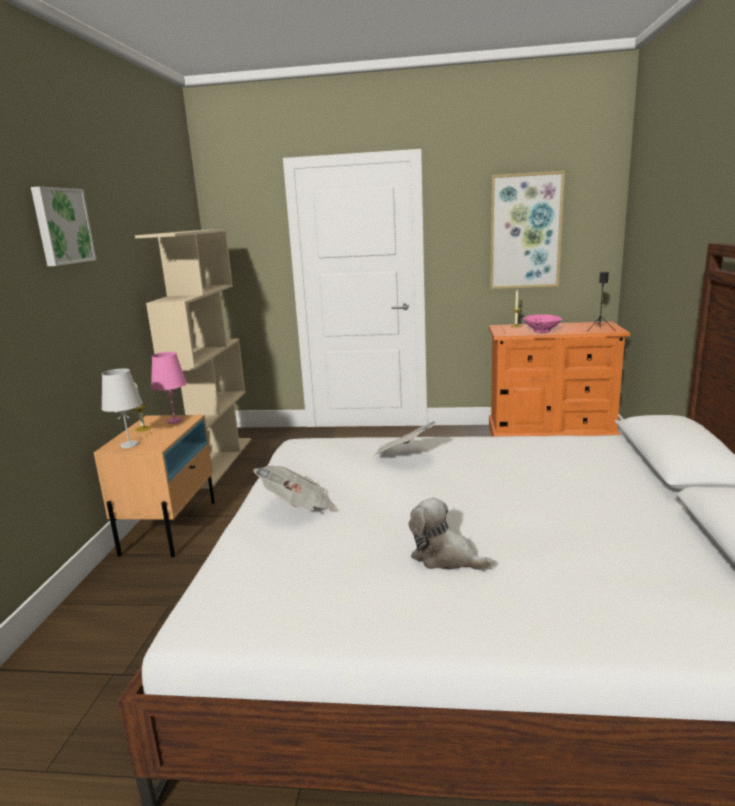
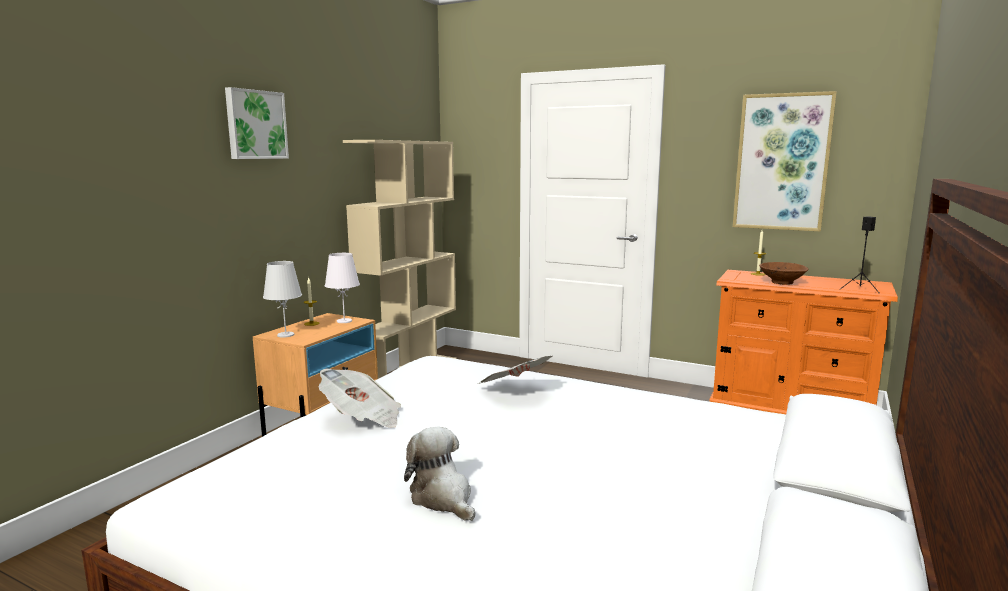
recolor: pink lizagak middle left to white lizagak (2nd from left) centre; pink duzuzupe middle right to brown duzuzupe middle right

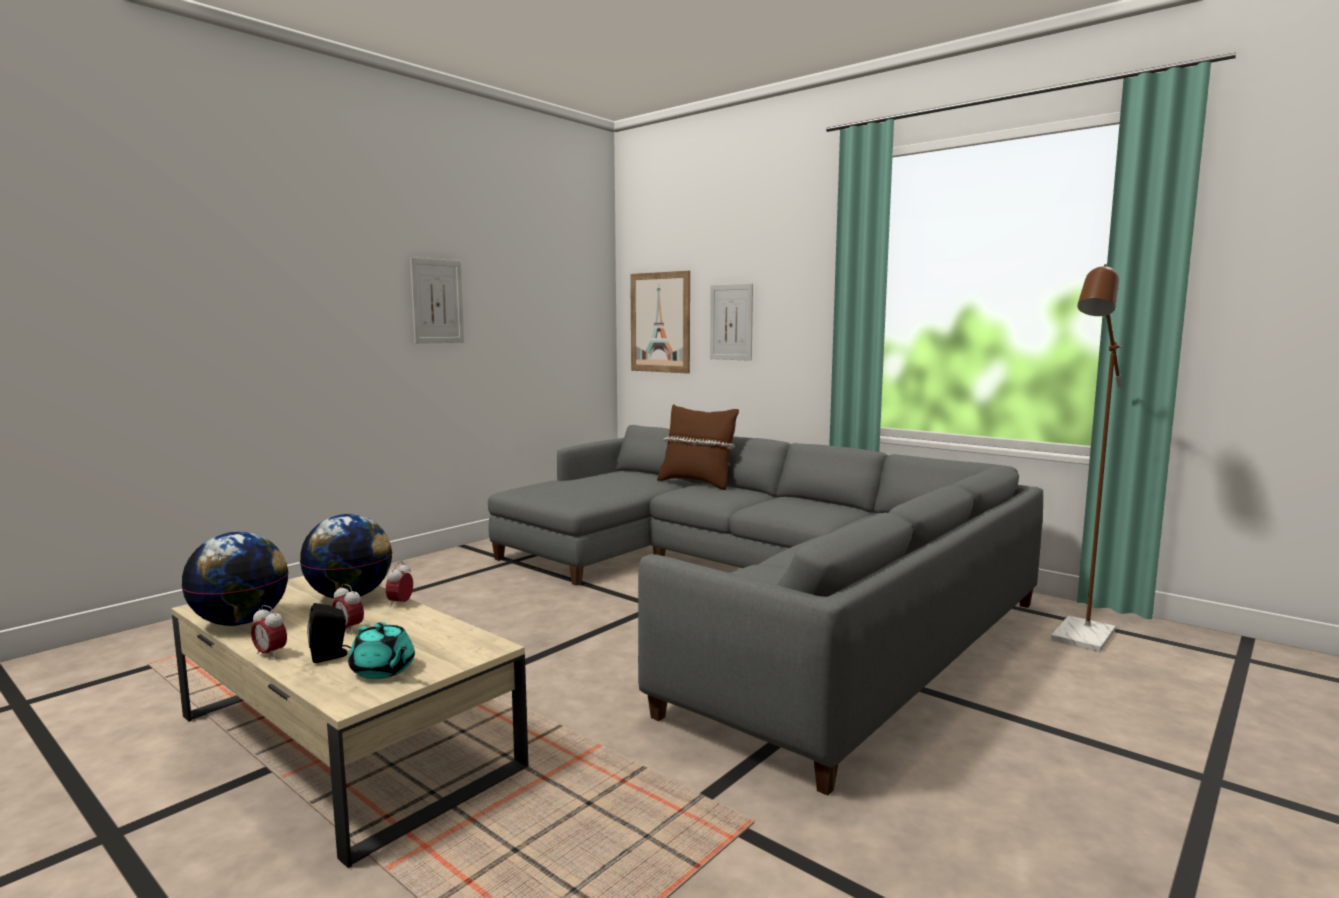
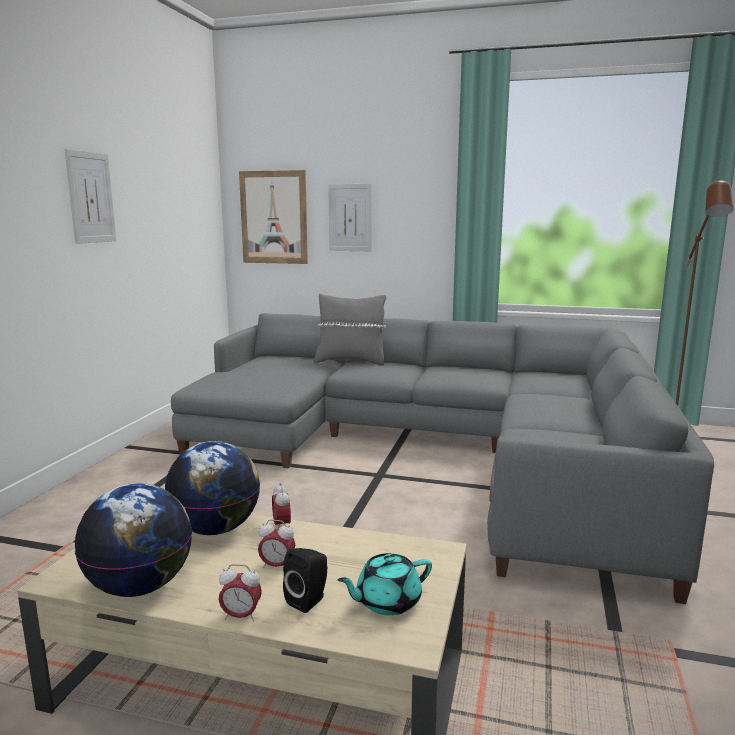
recolor: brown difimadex centre to grey difimadex centre
rotate: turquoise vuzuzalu bottom left = bottom centre 135 degrees clockwise

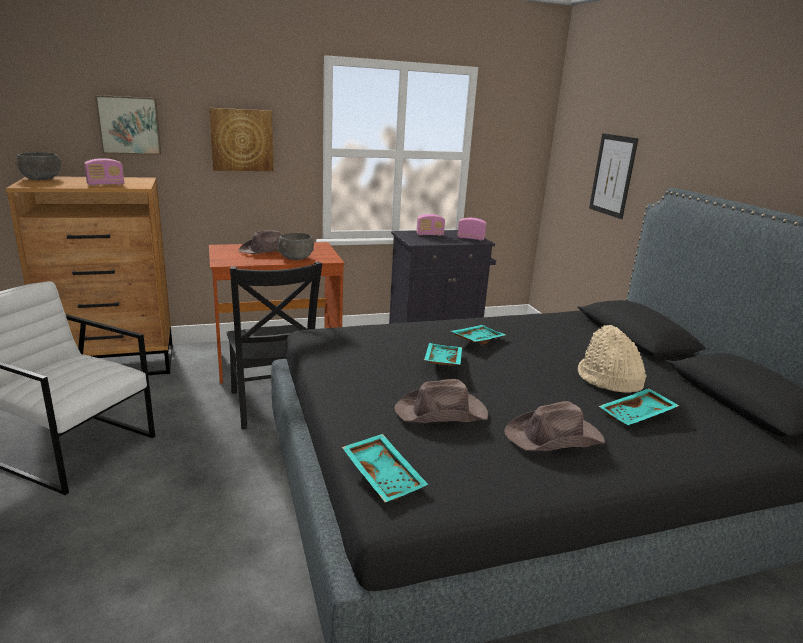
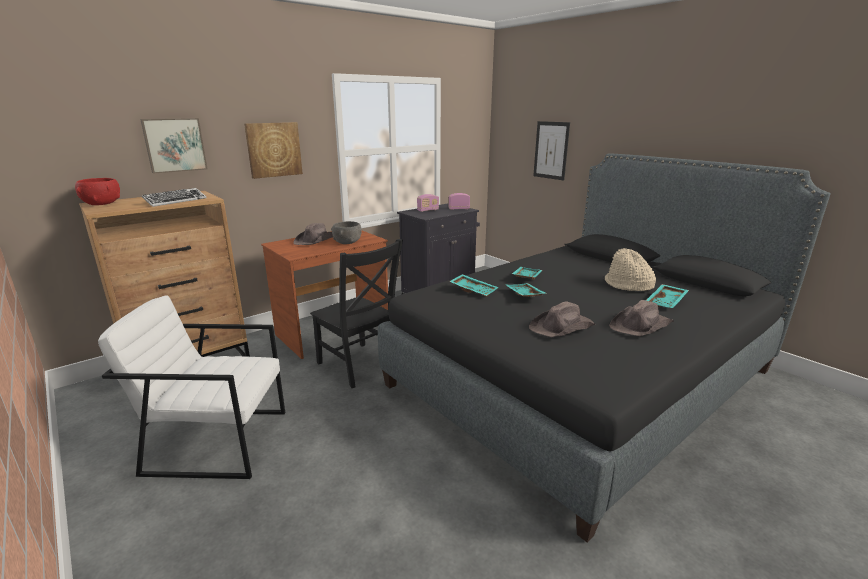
move: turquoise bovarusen (1st from left) bottom centre to centre
replace: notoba (1st from left) top left to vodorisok middle left
recolor: grey duzuzupe (1st from left) top left to red duzuzupe top left

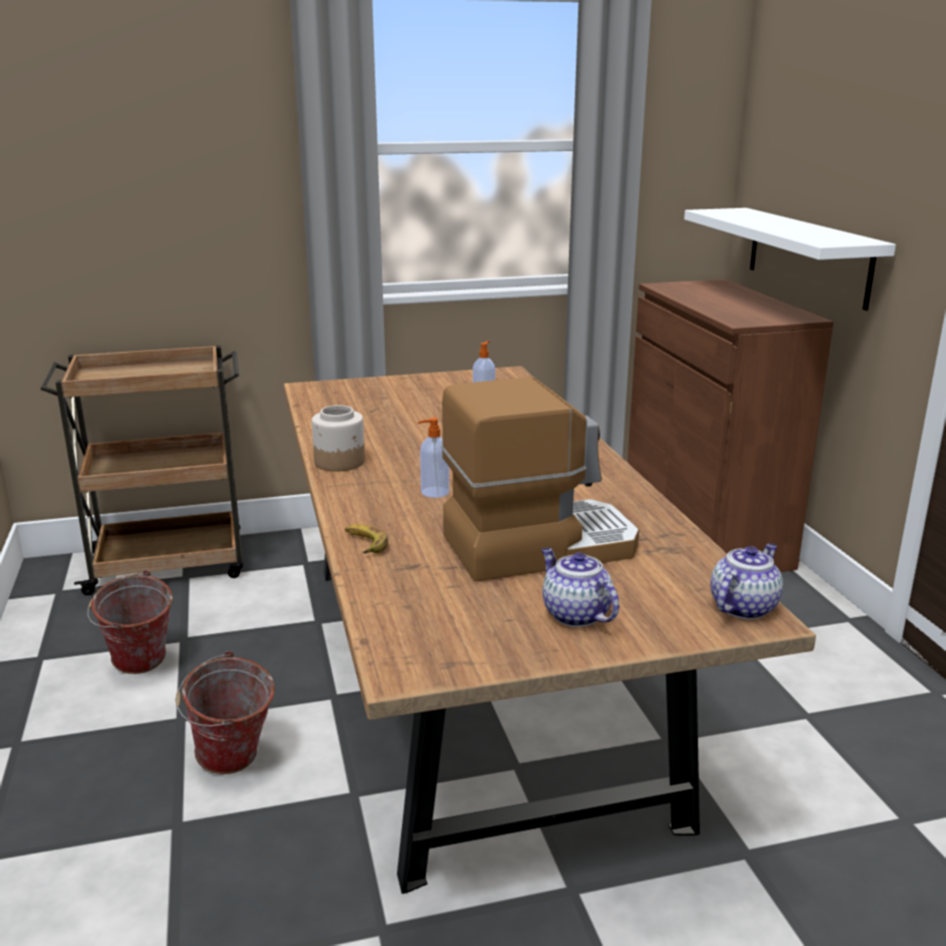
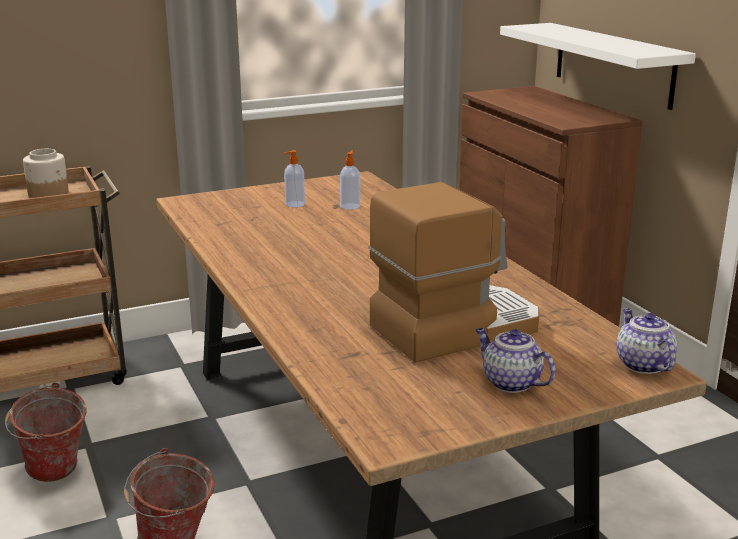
delete: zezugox centre
move: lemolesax centre to top left; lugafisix (1st from left) centre to top centre
rotate: vuzuzalu (2nd from left) middle right = middle right 45 degrees counterclockwise

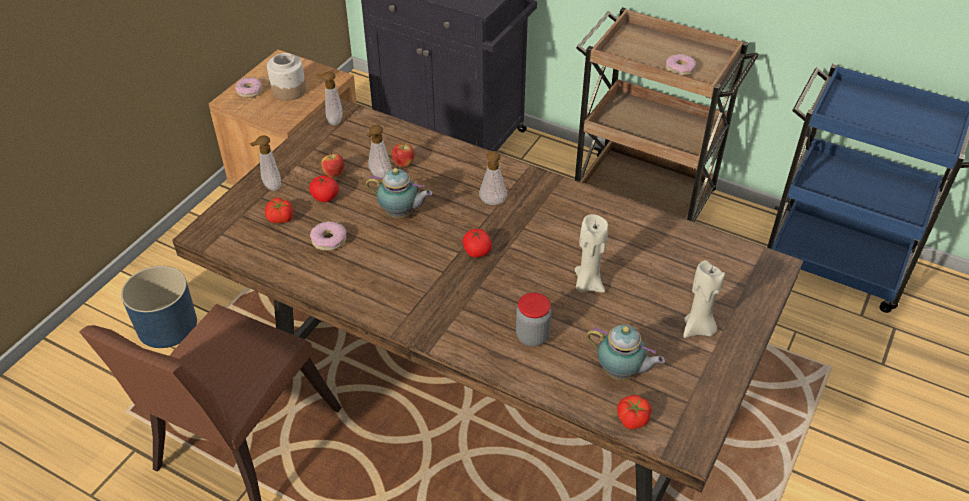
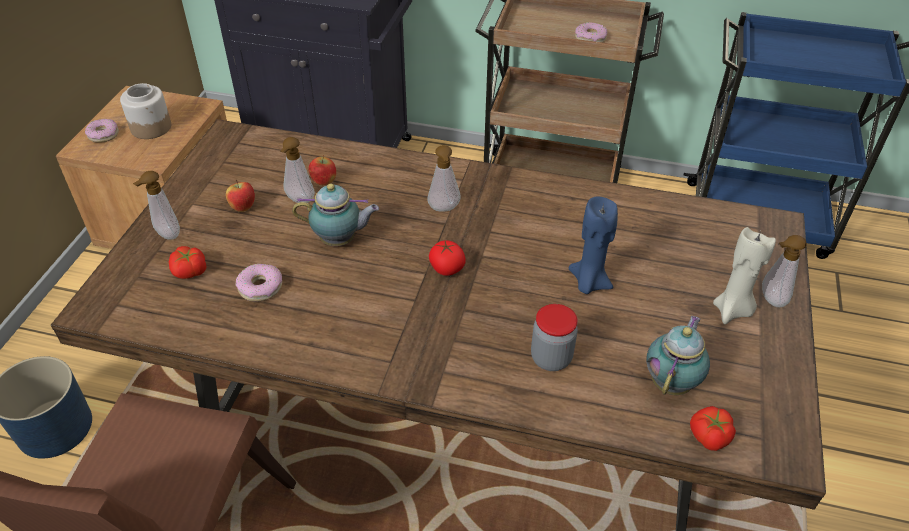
delete: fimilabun (2nd from left) centre
move: lugafisix (2nd from left in the first image) top centre to lugafisix (4th from left) middle right
recolor: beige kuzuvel (1st from left) centre to blue kuzuvel centre
rotate: vuzuzalu (2nd from left) bottom centre = bottom right 75 degrees counterclockwise

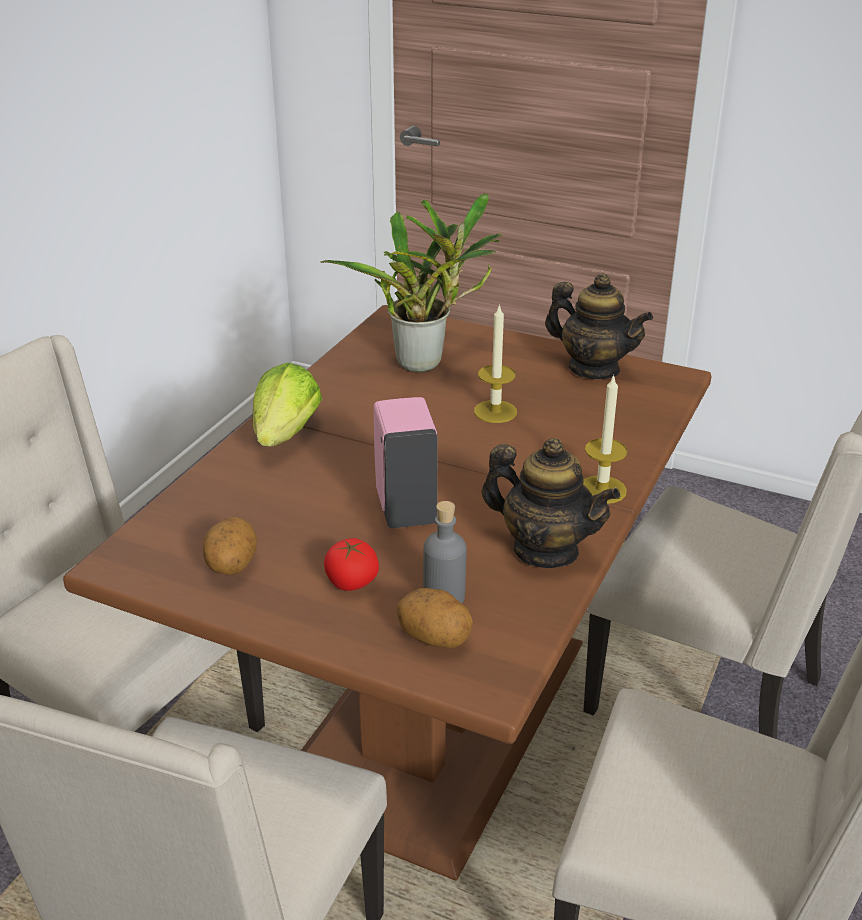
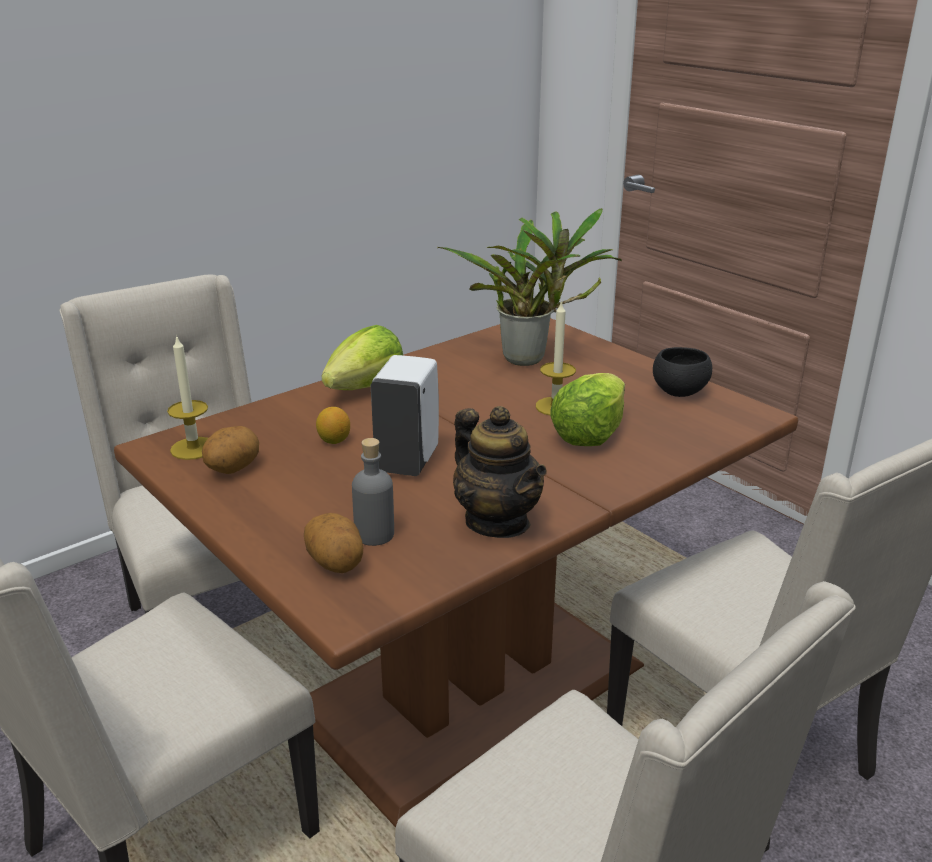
delete: fimilabun centre
insert: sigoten centre; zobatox (2nd from left) centre
move: kuzuvel (2nd from left in the first image) middle right to kuzuvel (1st from left) middle left
replace: vuzuzalu (2nd from left) middle right to black duzuzupe middle right
recolor: pink lugafisix centre to white lugafisix centre

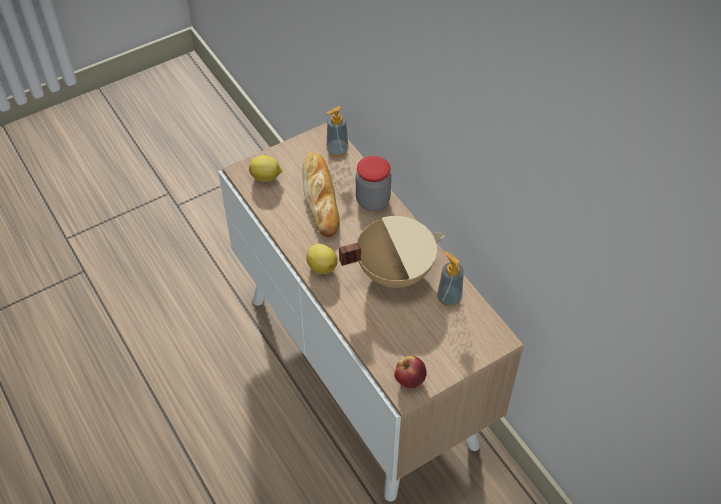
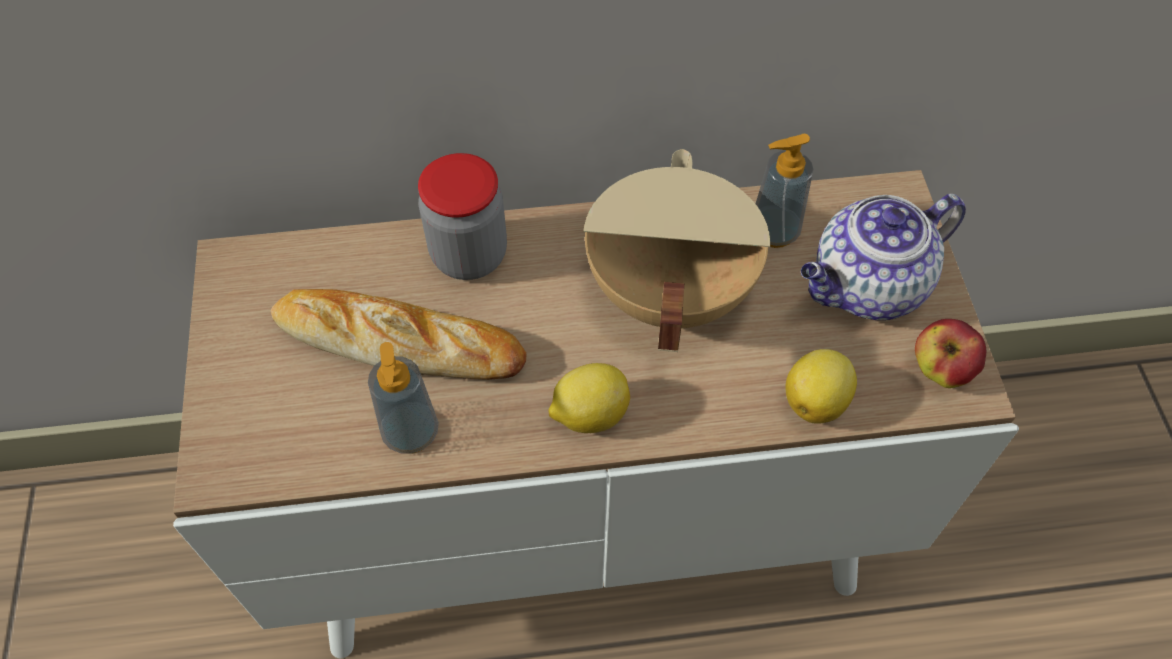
insert: vuzuzalu middle right
move: sigoten (1st from left in the first image) centre to sigoten (2nd from left) middle right; lugafisix (1st from left) top centre to centre

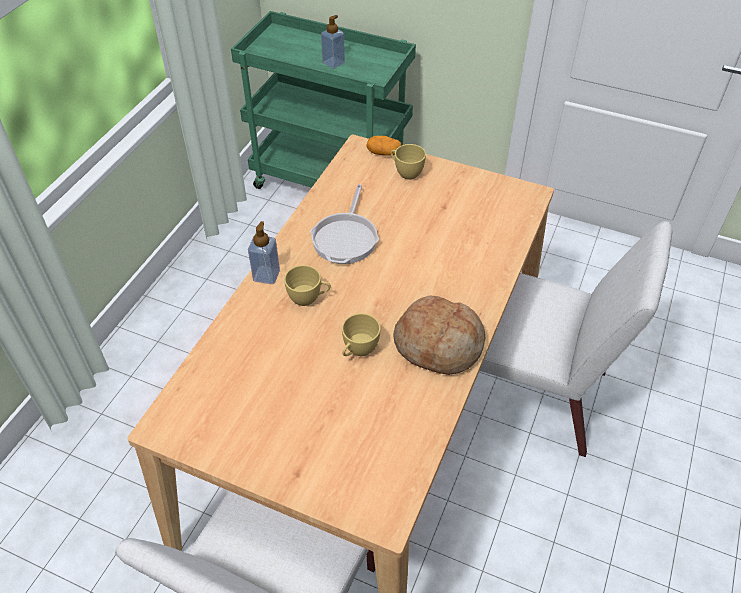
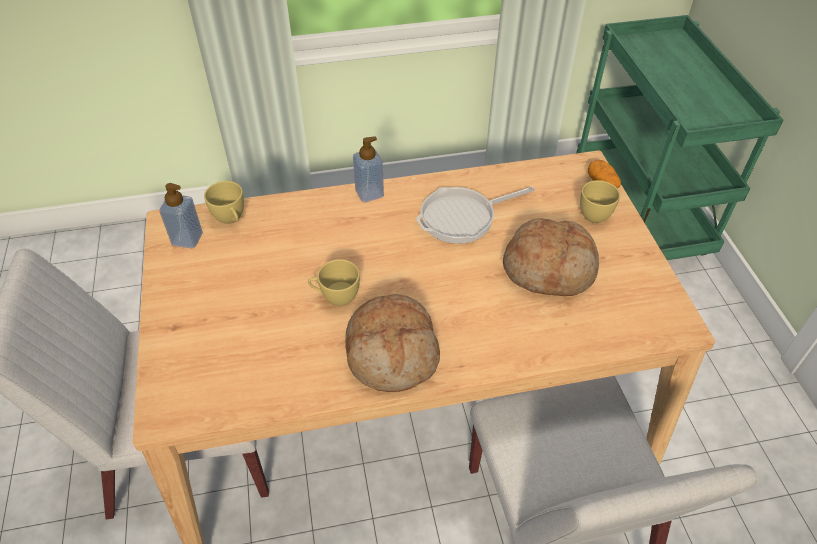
insert: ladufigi (2nd from left) middle right
move: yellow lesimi (1st from left) centre to middle left; lugafisix (2nd from left in the first image) top centre to lugafisix (1st from left) middle left

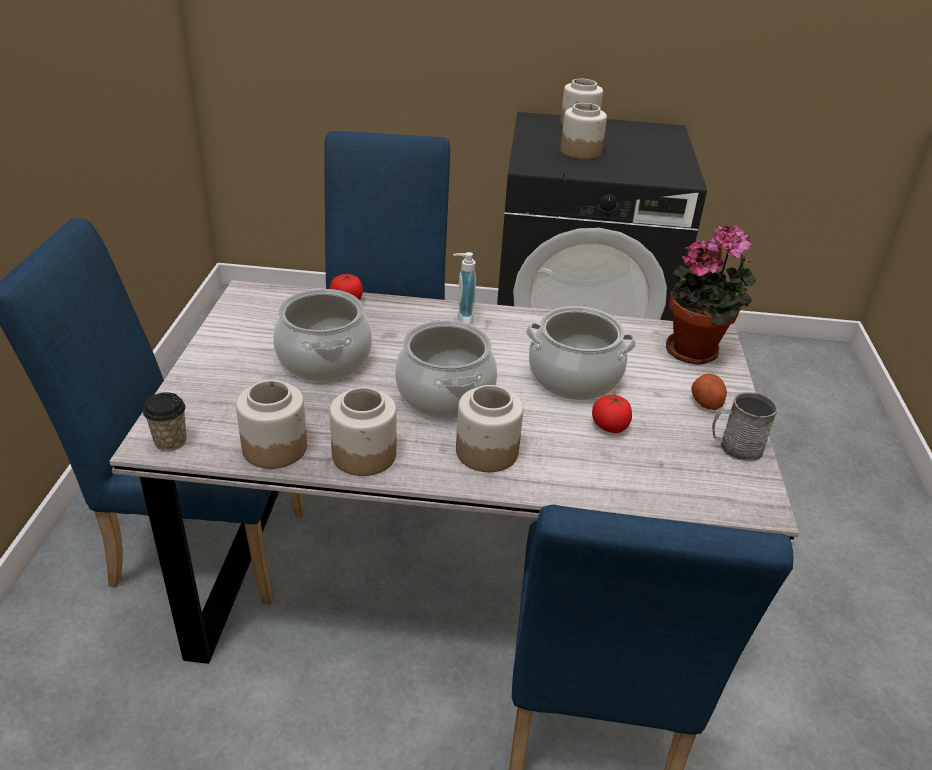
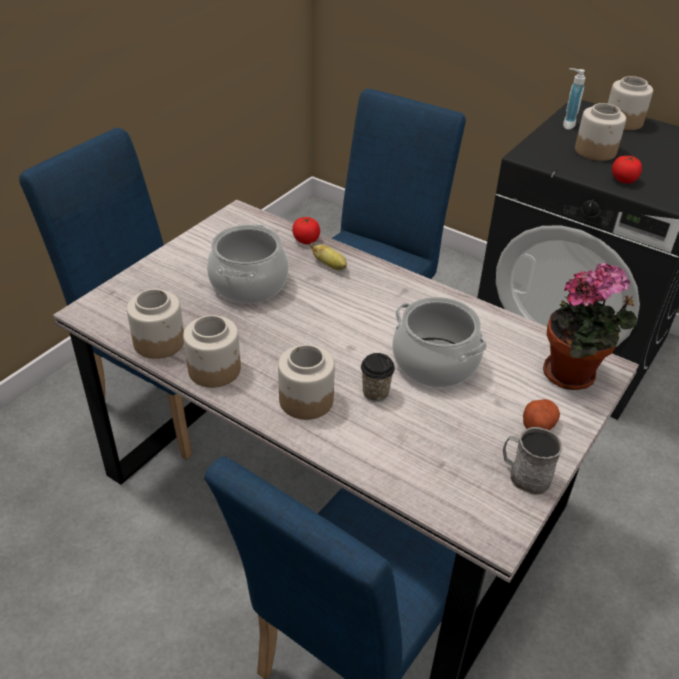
delete: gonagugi (2nd from left) centre
insert: zezugox centre
move: lesimi middle left to centre; lugafisix centre to top right; fimilabun (2nd from left) centre to top right

